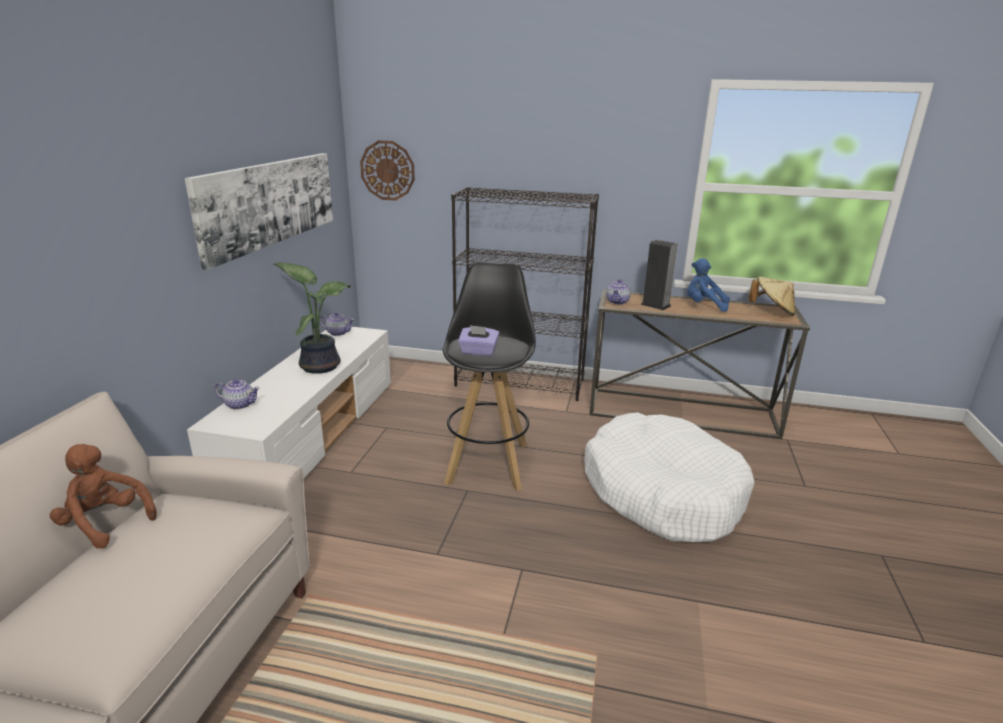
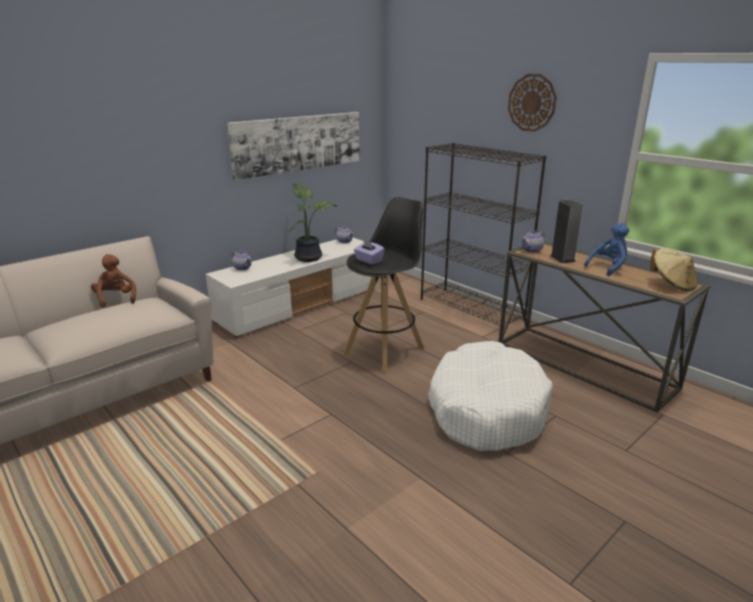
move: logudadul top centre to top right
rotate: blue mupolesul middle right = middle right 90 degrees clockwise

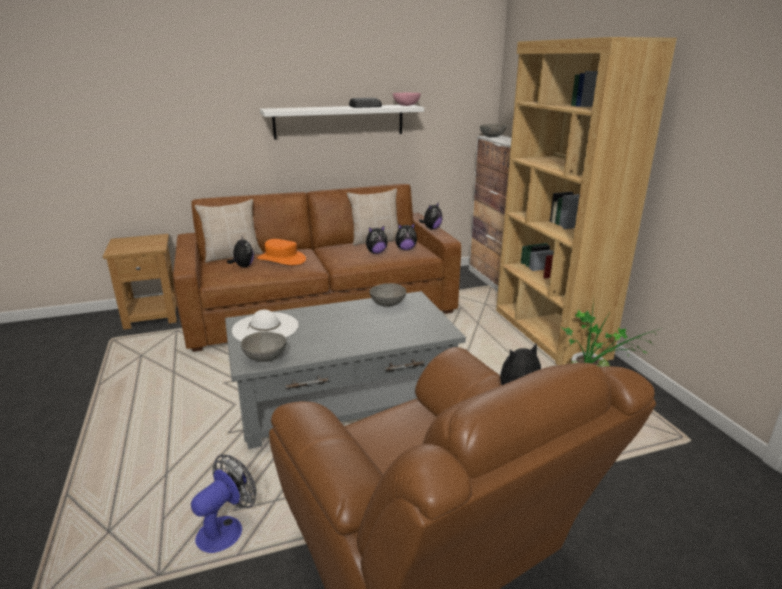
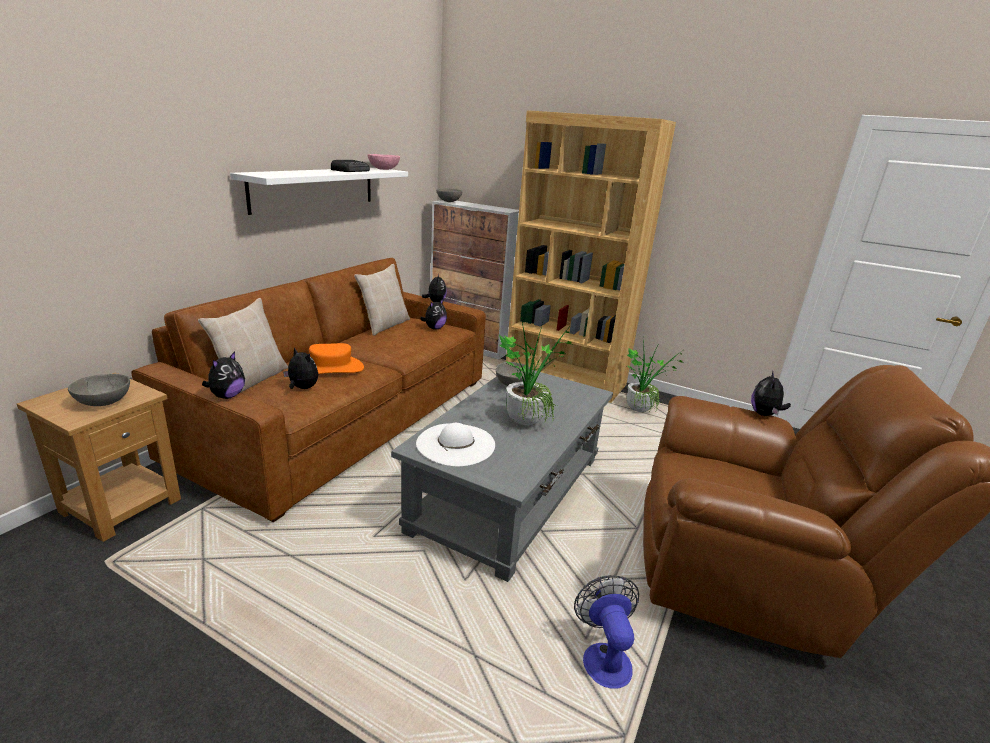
insert: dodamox (1st from left) centre
move: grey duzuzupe (1st from left) centre to middle left; mupolesul (2nd from left in the first image) centre to mupolesul (1st from left) middle left

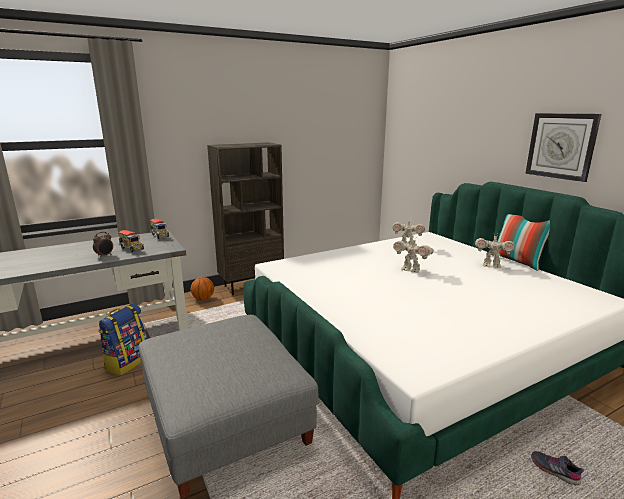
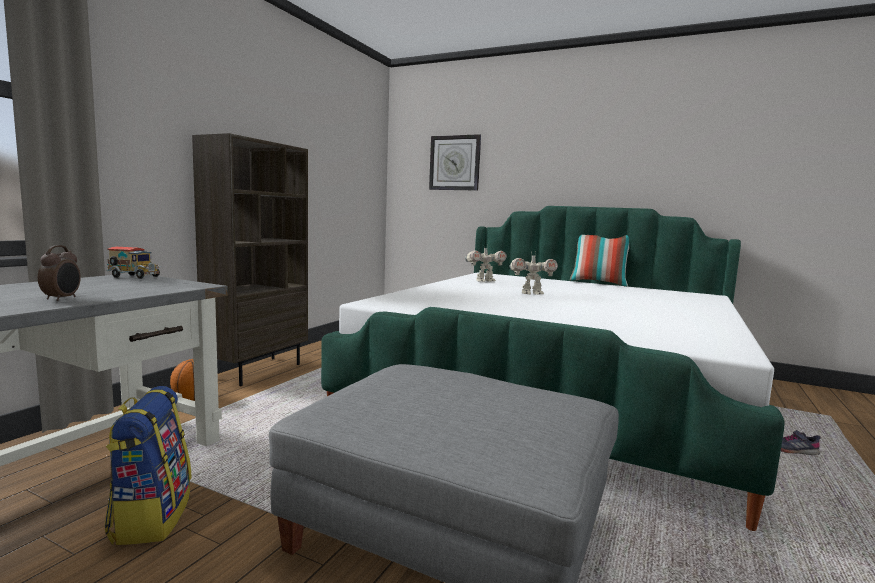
delete: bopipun (1st from left) middle left; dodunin (3rd from left) middle right
move: logudadul top right to top centre

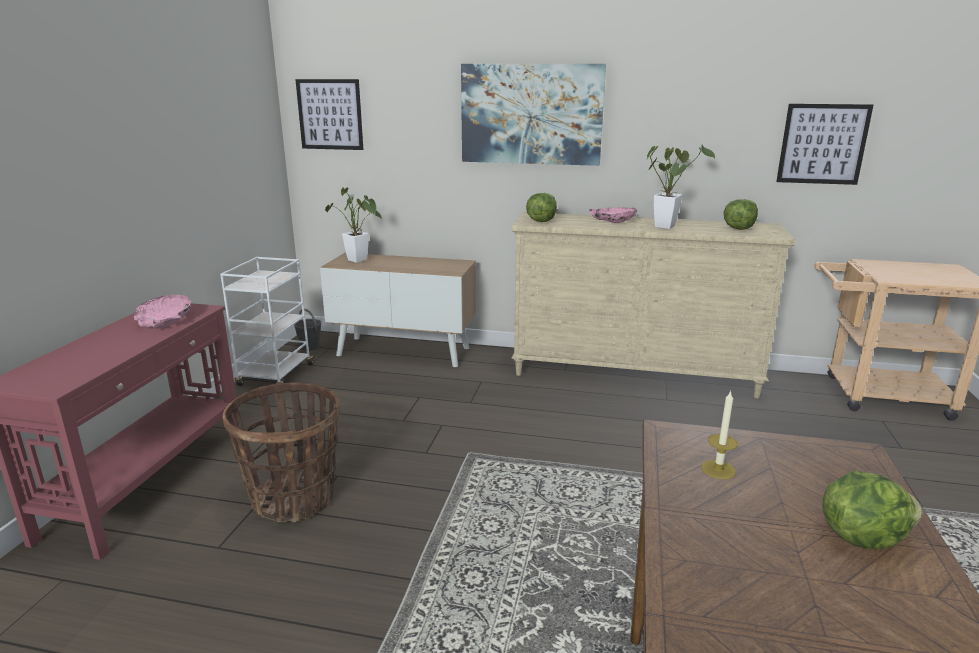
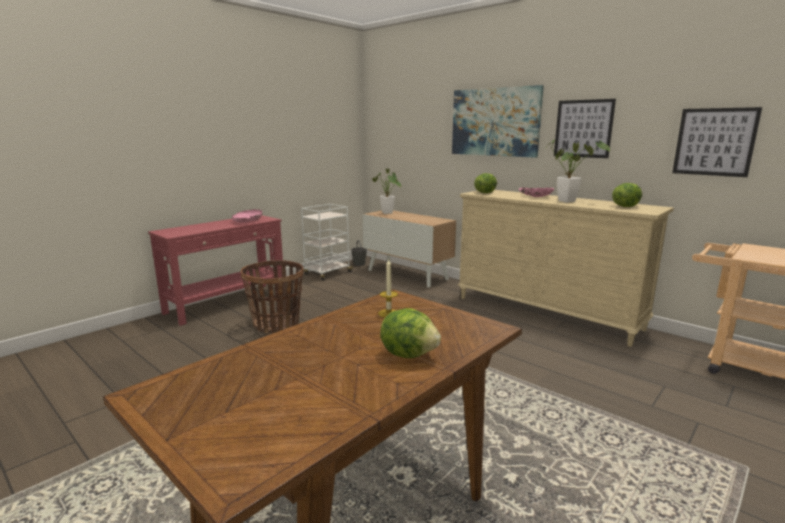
move: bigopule (1st from left in the first image) top centre to bigopule (2nd from left) top right

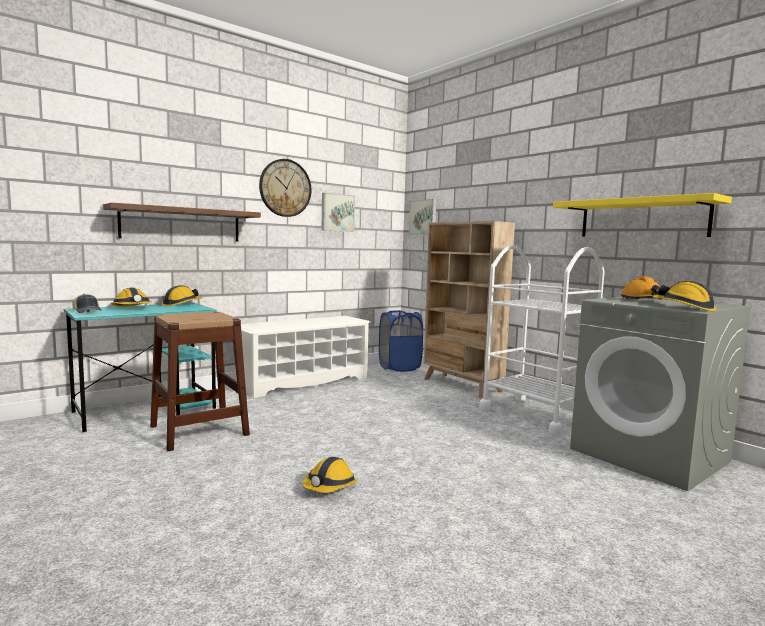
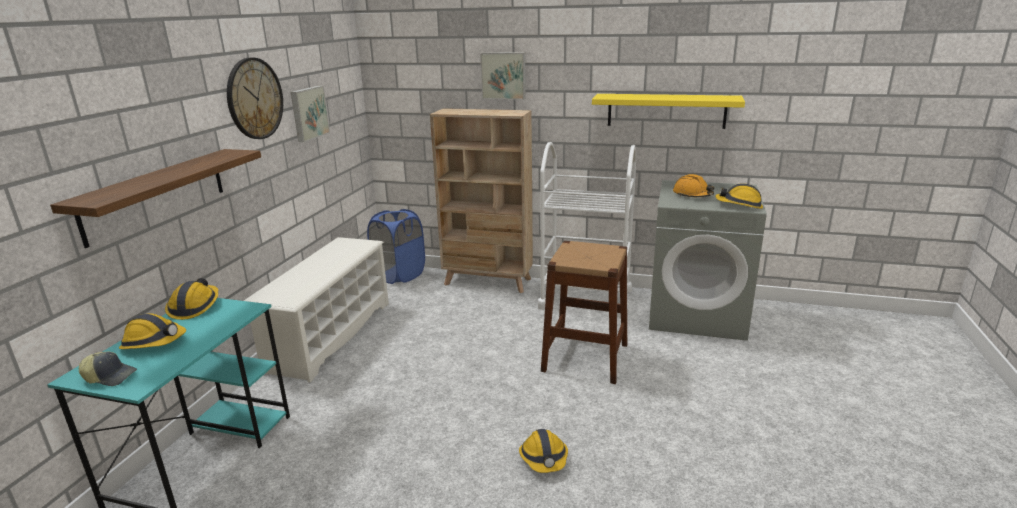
move: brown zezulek middle left to centre; bigopule (2nd from left) centre to top centre

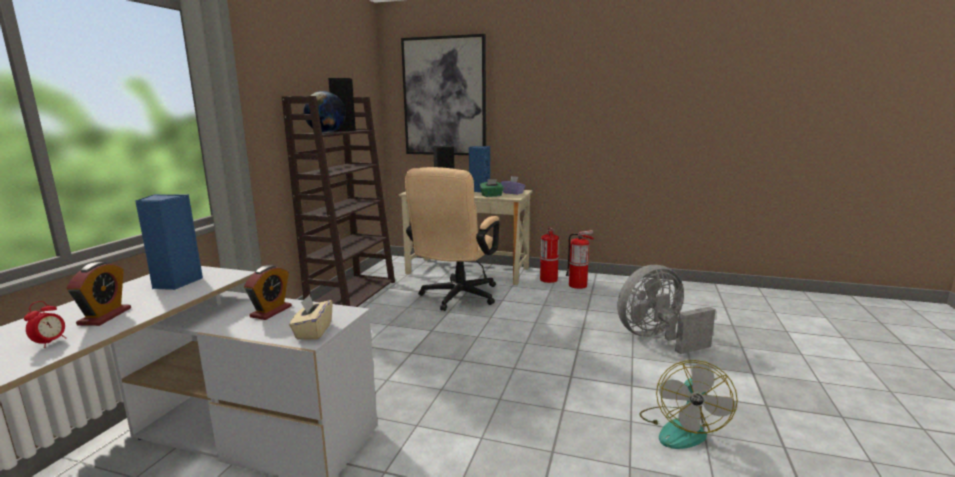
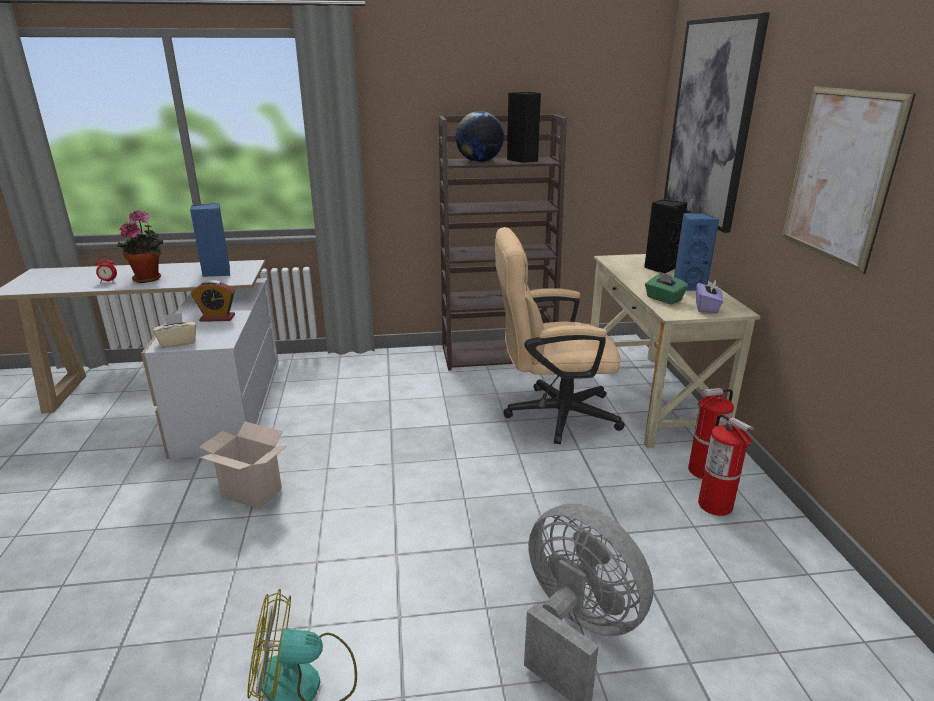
insert: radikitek middle left; bigopule (2nd from left) top right
replace: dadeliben (2nd from left) middle left to dodamox middle left

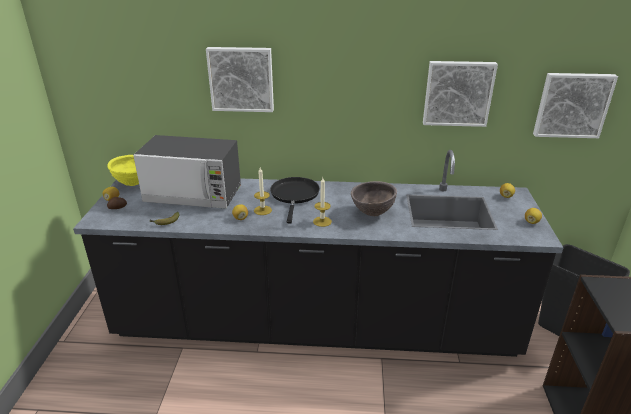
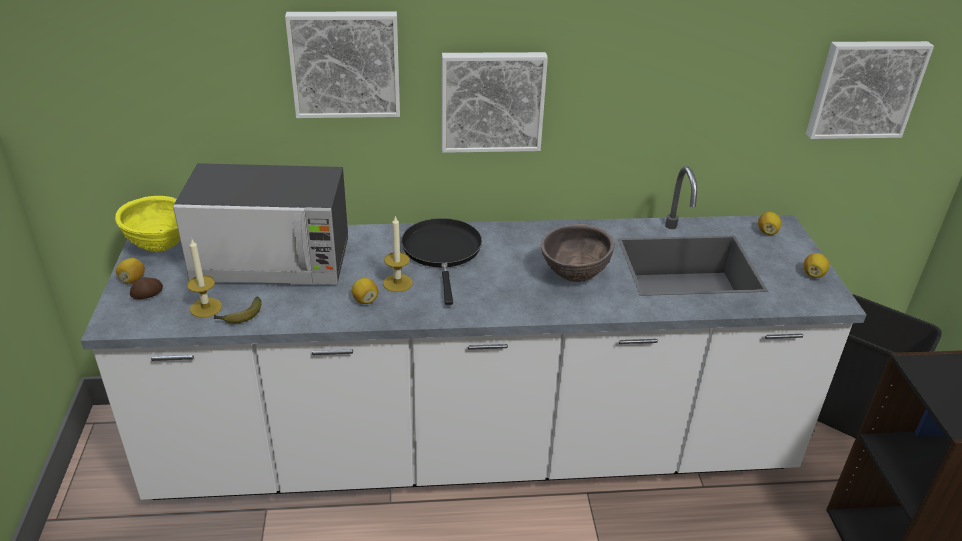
move: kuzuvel (2nd from left in the first image) centre to kuzuvel (1st from left) middle left; bigopule (2nd from left) top right to top centre
recolor: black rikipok centre to white rikipok centre

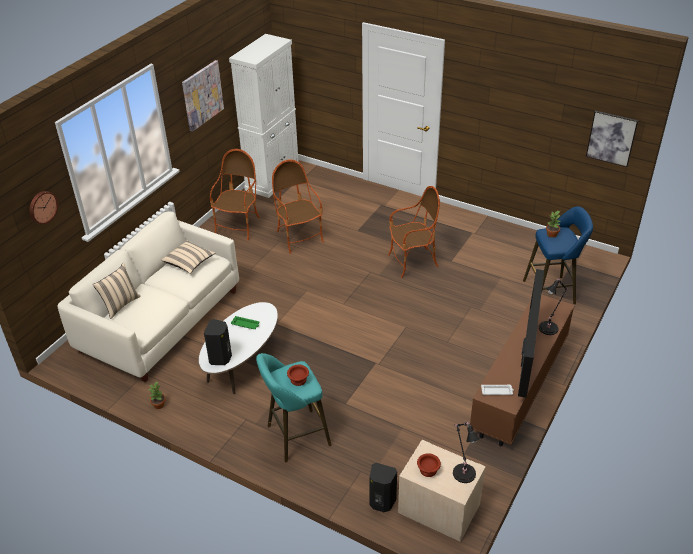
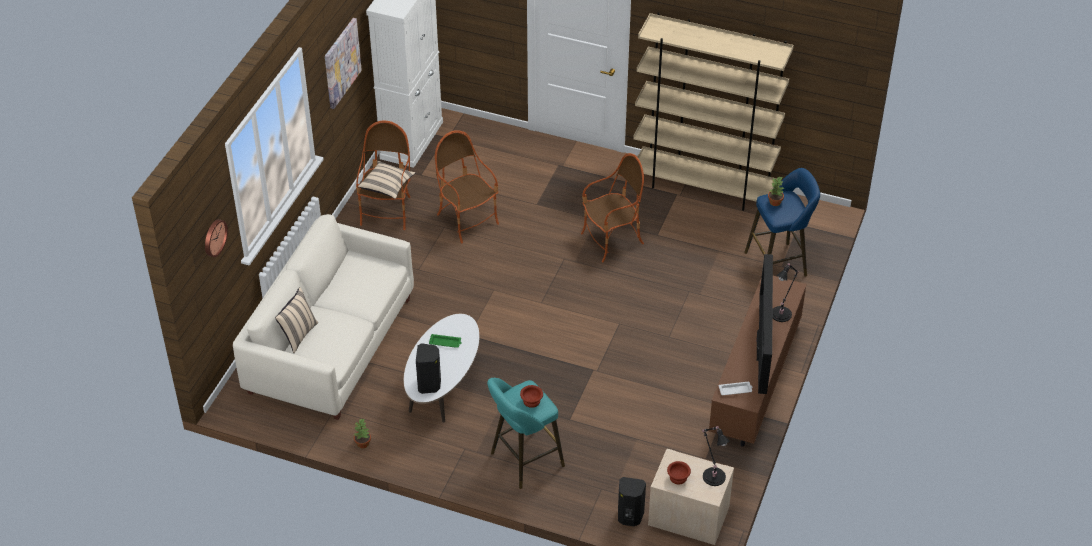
delete: bigopule (2nd from left) top right
insert: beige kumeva top centre
move: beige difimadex (2nd from left) middle left to top centre

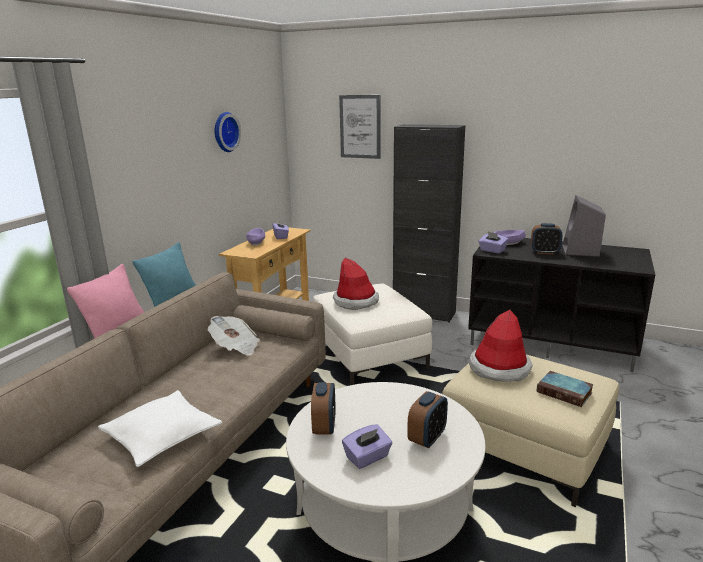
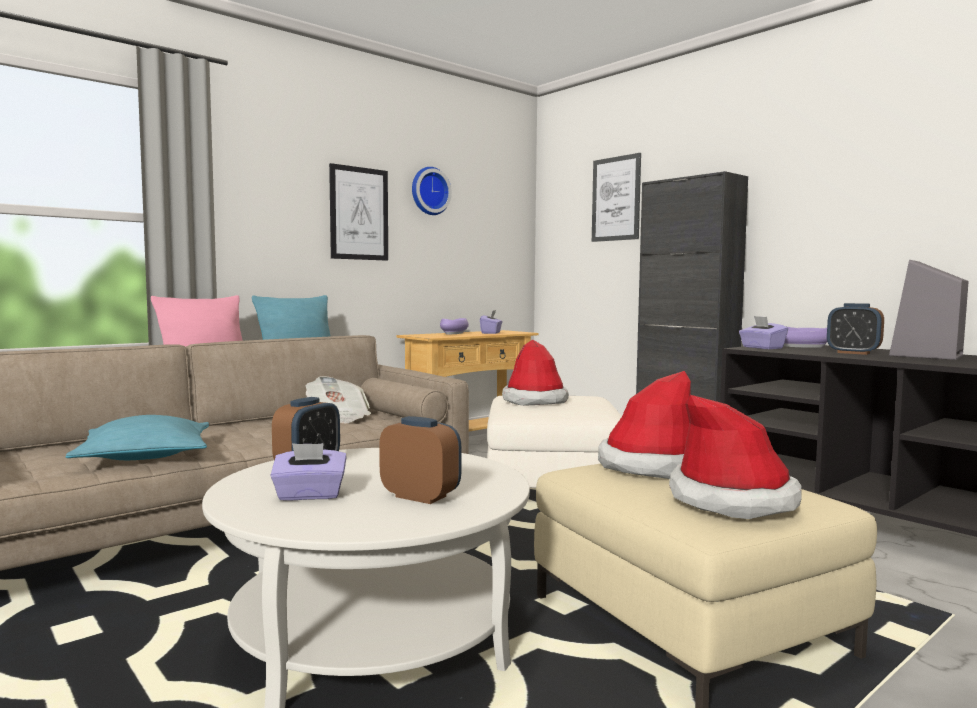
insert: bigopule (1st from left) top centre
replace: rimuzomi bottom right to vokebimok (3rd from left) middle right
recolor: white difimadex bottom left to turquoise difimadex (1st from left) middle left
rotate: dadeliben (2nd from left) bottom centre = centre 120 degrees counterclockwise

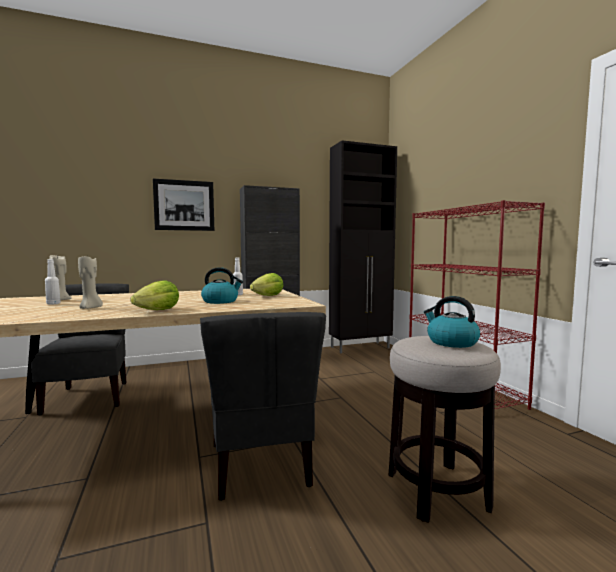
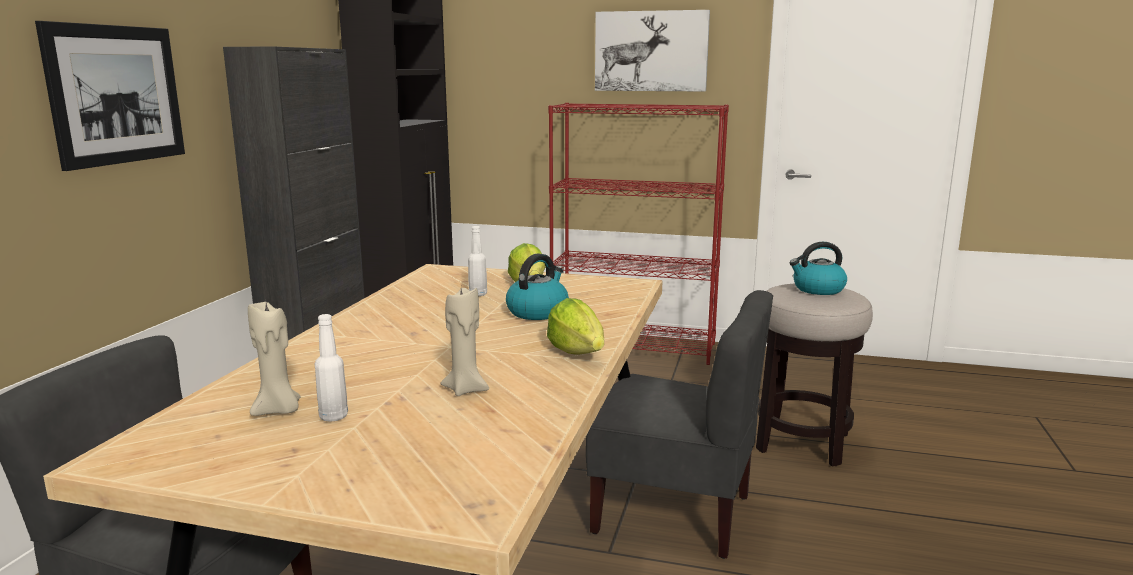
insert: bigopule (2nd from left) top centre

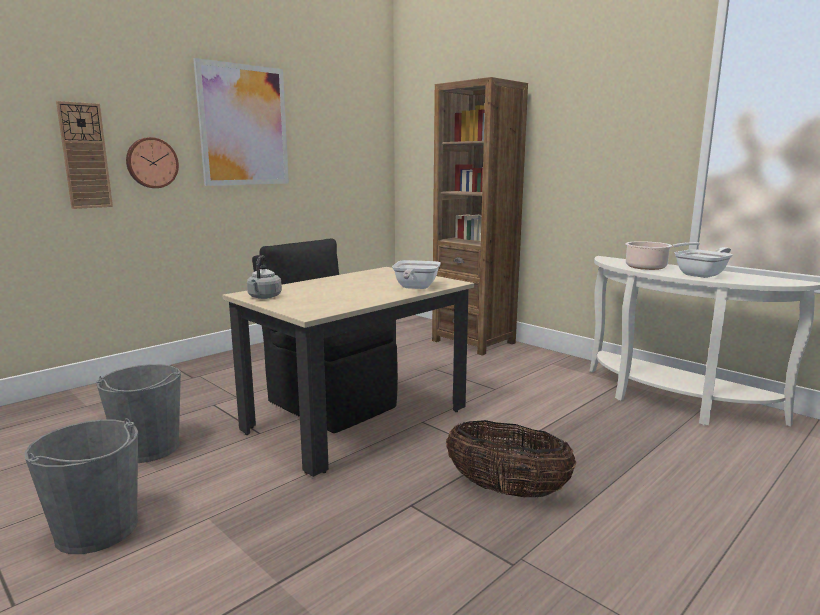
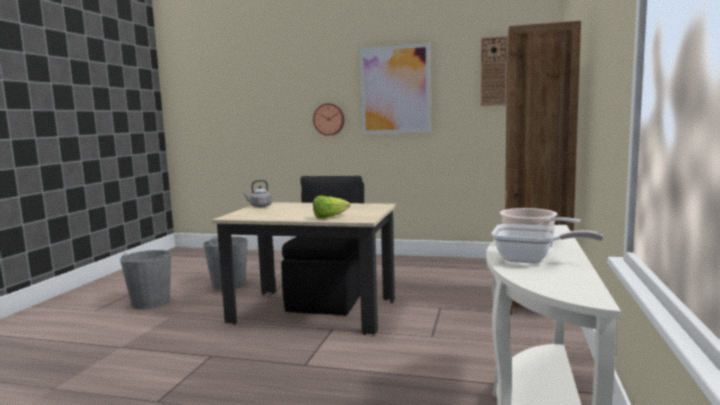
delete: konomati bottom centre
move: logudadul (1st from left in the first image) top left to logudadul (2nd from left) top right
replace: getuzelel (1st from left) centre to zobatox centre

